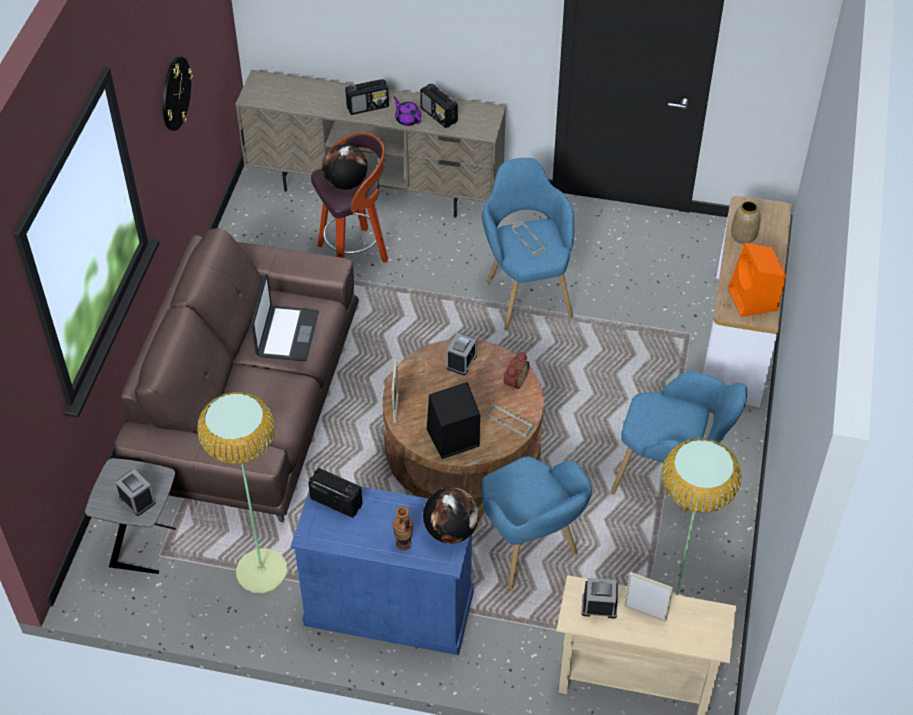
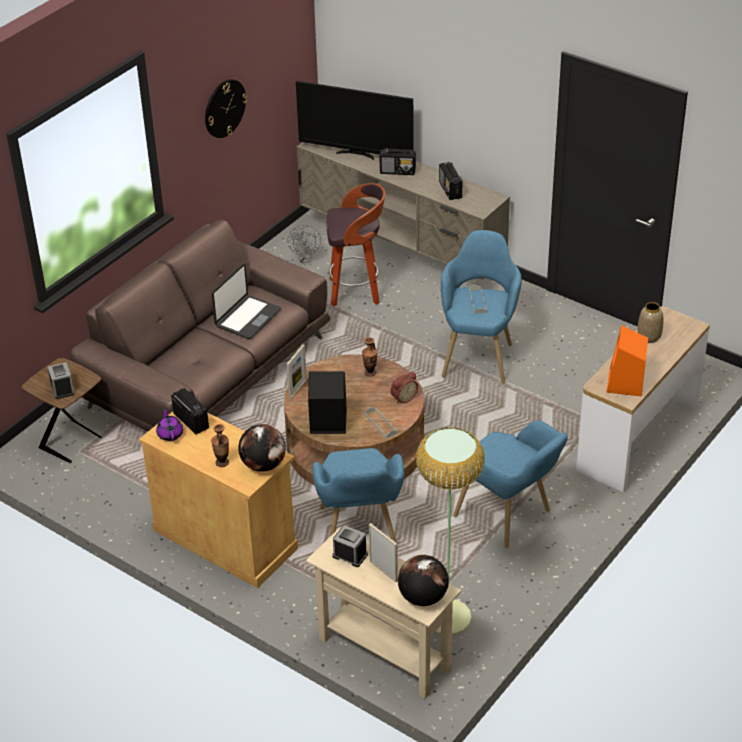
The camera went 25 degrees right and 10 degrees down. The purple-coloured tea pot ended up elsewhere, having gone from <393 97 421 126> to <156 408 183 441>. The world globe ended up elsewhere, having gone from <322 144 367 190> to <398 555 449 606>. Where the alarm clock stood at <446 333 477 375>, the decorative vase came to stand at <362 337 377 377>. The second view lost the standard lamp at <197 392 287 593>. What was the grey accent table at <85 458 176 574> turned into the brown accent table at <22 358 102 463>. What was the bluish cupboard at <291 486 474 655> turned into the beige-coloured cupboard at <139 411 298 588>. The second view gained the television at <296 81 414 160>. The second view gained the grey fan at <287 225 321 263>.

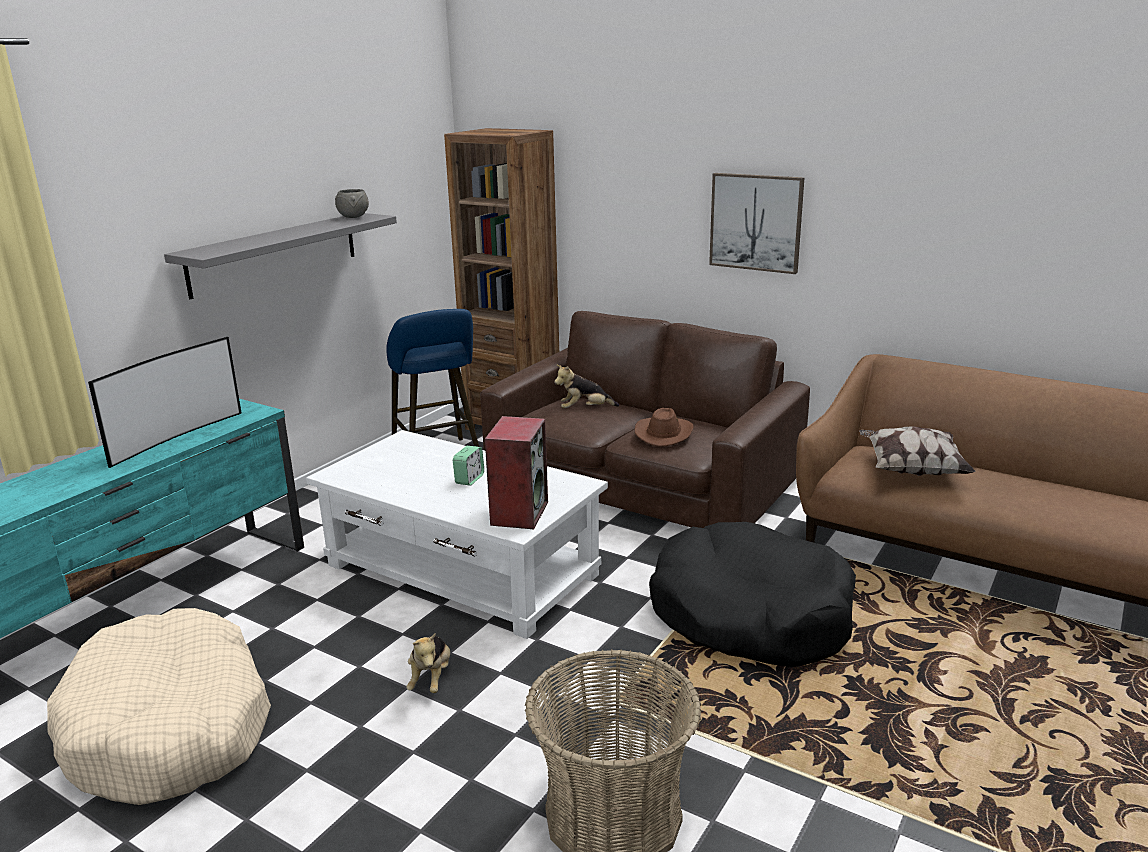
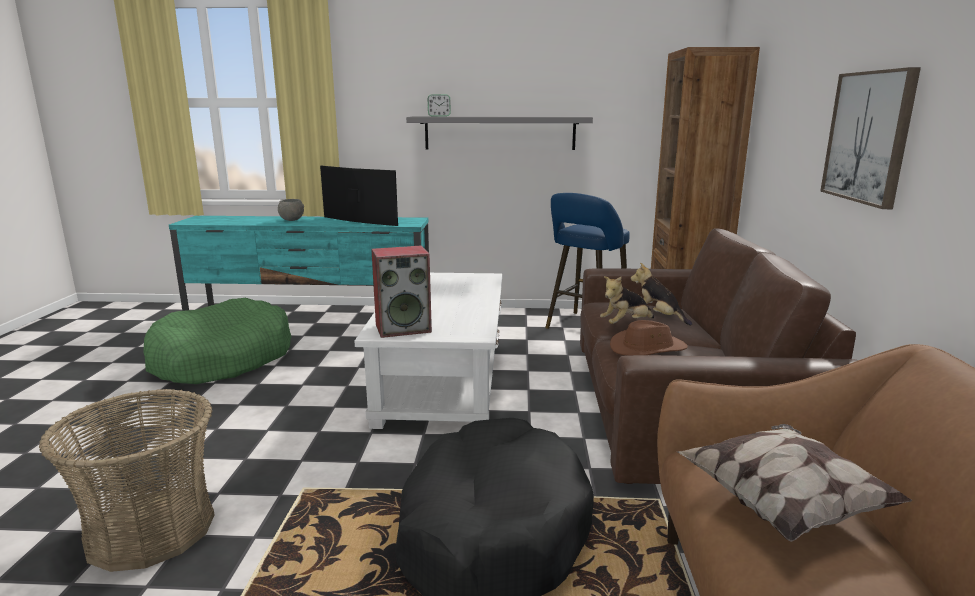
The camera went 60 degrees right and 5 degrees down. The grey deep dish ended up elsewhere, having gone from <335 189 369 218> to <278 199 304 221>. The television at <88 337 241 468> ended up facing another way, 150 degrees counterclockwise from before. The alarm clock ended up elsewhere, having gone from <453 446 484 485> to <428 94 451 116>. What was the beige-coloured dog bed at <47 608 271 805> turned into the green dog bed at <143 298 291 384>. The plush toy ended up elsewhere, having gone from <406 633 450 693> to <600 276 654 324>.

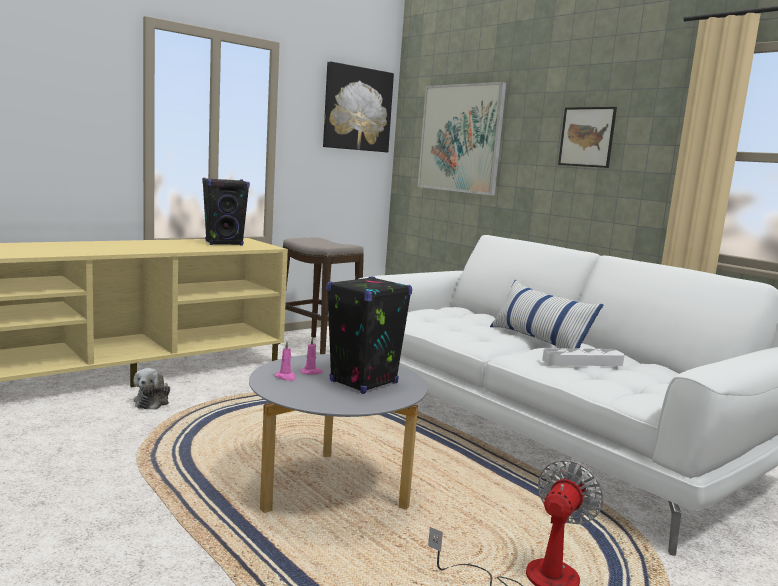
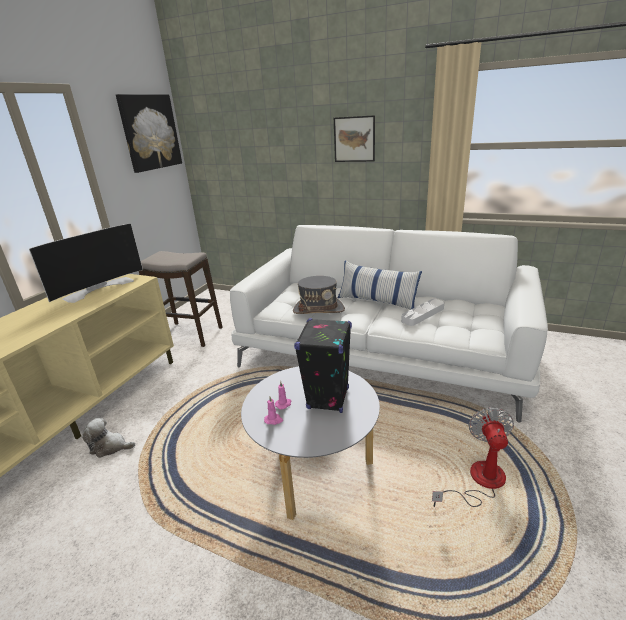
The camera went 25 degrees left and 15 degrees up. The second view lost the picture at <418 82 507 196>. Where the blackish speaker stood at <202 178 250 246>, the television came to stand at <29 223 143 303>. The plush toy at <134 368 170 410> ended up facing another way, 120 degrees clockwise from before. The second view gained the grey wearable hat at <293 276 345 314>.

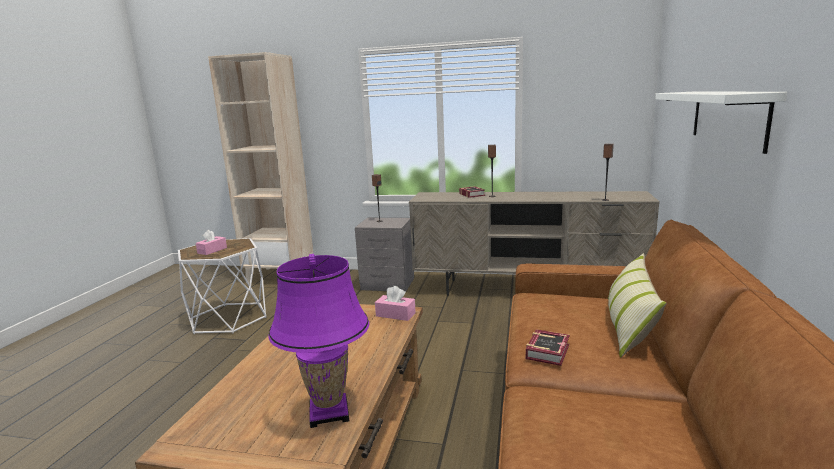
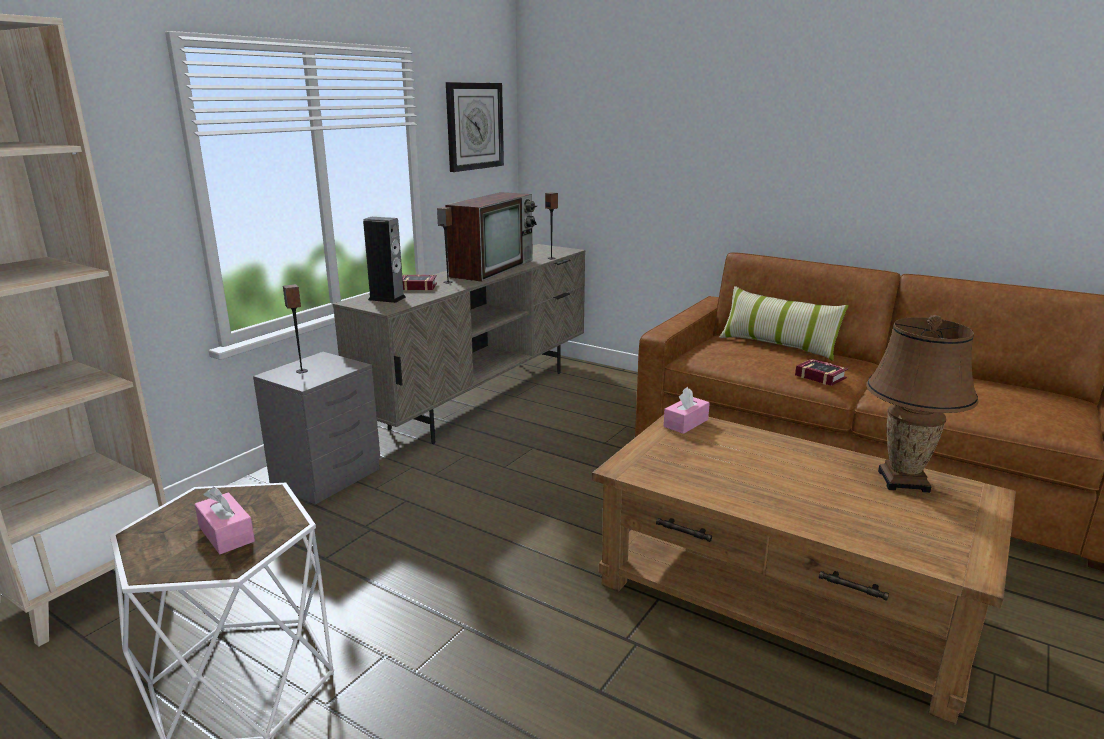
The camera went 70 degrees left and 5 degrees up. The second view lost the whitish bracket shelf at <655 92 787 154>. What was the purple-coloured tabletop lamp at <268 254 369 428> turned into the brown tabletop lamp at <866 315 978 493>. The second view gained the wall clock at <446 82 504 172>. The second view gained the television at <445 192 537 282>. The second view gained the speaker at <363 217 406 303>.

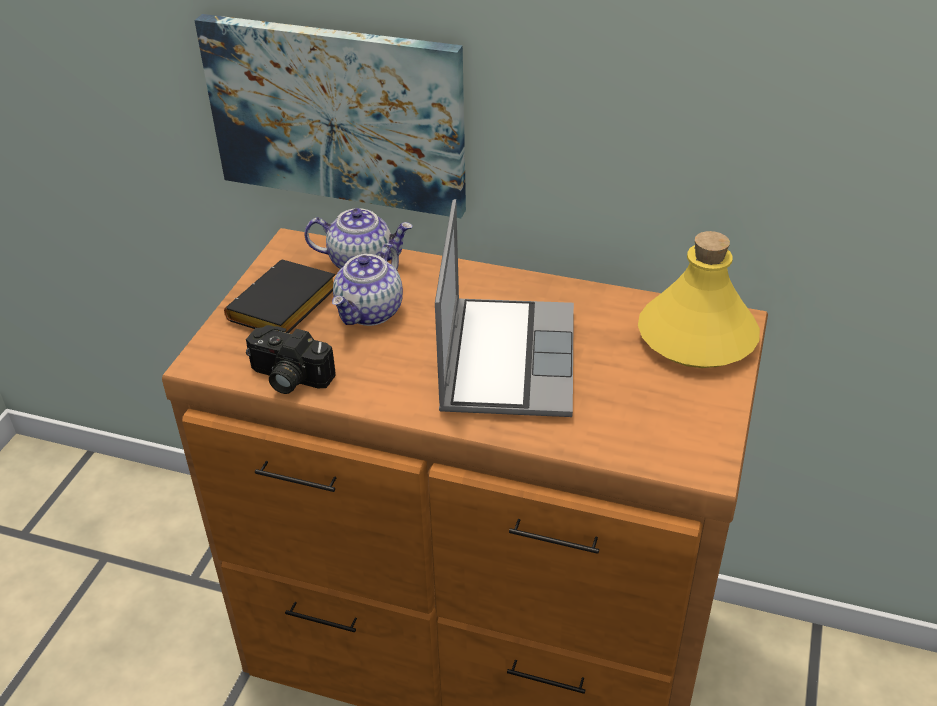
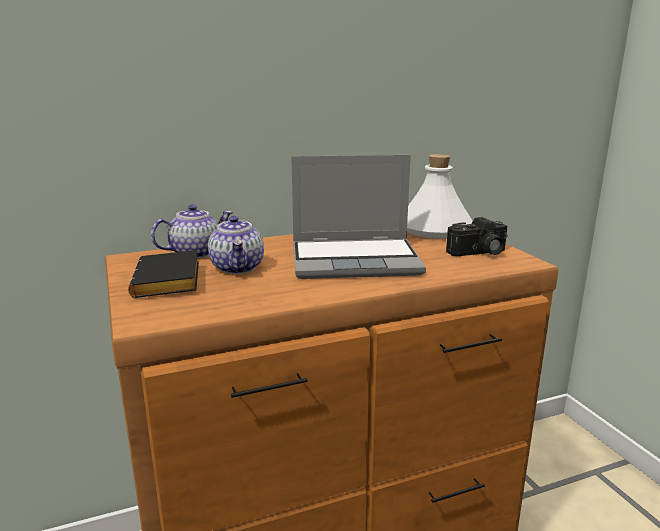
The camera went 40 degrees left and 20 degrees down. The second view lost the picture at <194 14 466 218>. The portable computer at <435 199 574 417> ended up facing another way, 120 degrees clockwise from before. What was the yellow bottle at <638 231 760 368> turned into the whitish bottle at <407 154 473 239>. The photo camera ended up elsewhere, having gone from <246 325 336 394> to <446 217 507 256>.

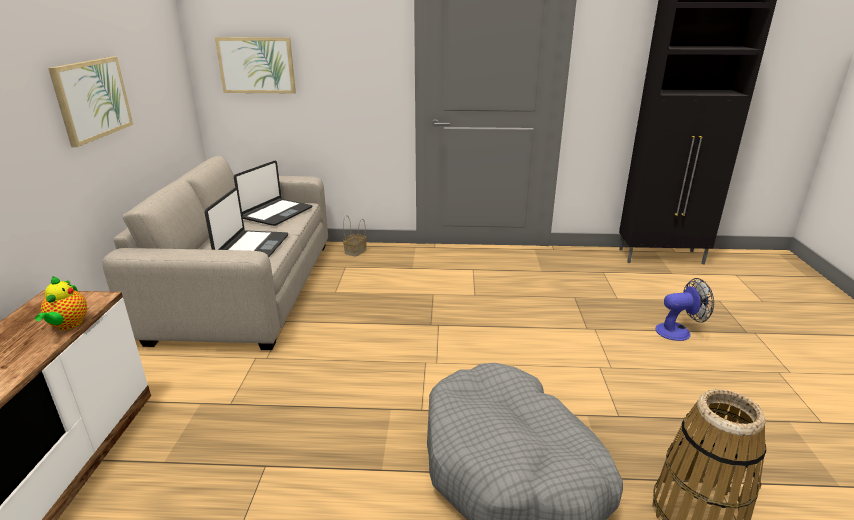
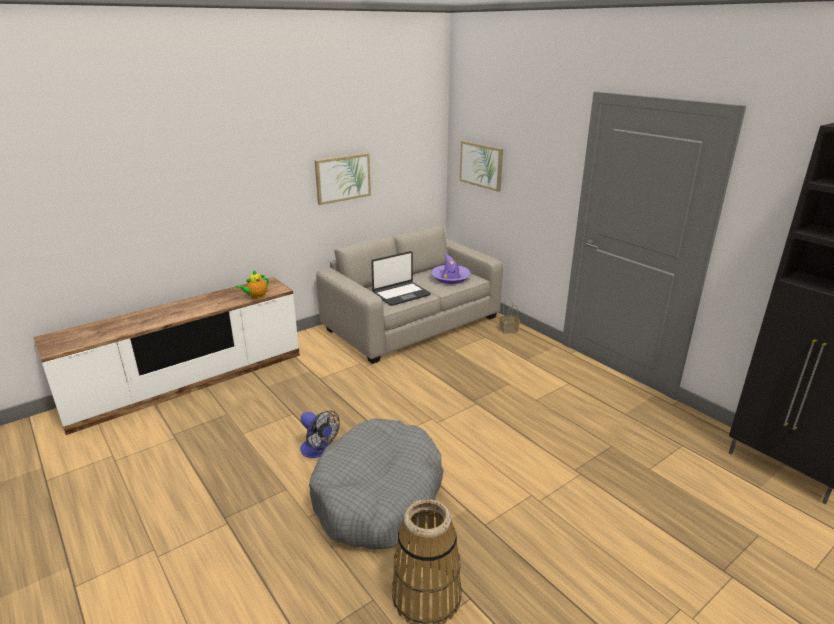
The camera went 50 degrees right and 0 degrees up. Where the portable computer stood at <234 161 312 226>, the purple-coloured wearable hat came to stand at <431 253 471 284>. The fan ended up elsewhere, having gone from <655 278 714 341> to <300 410 340 458>.

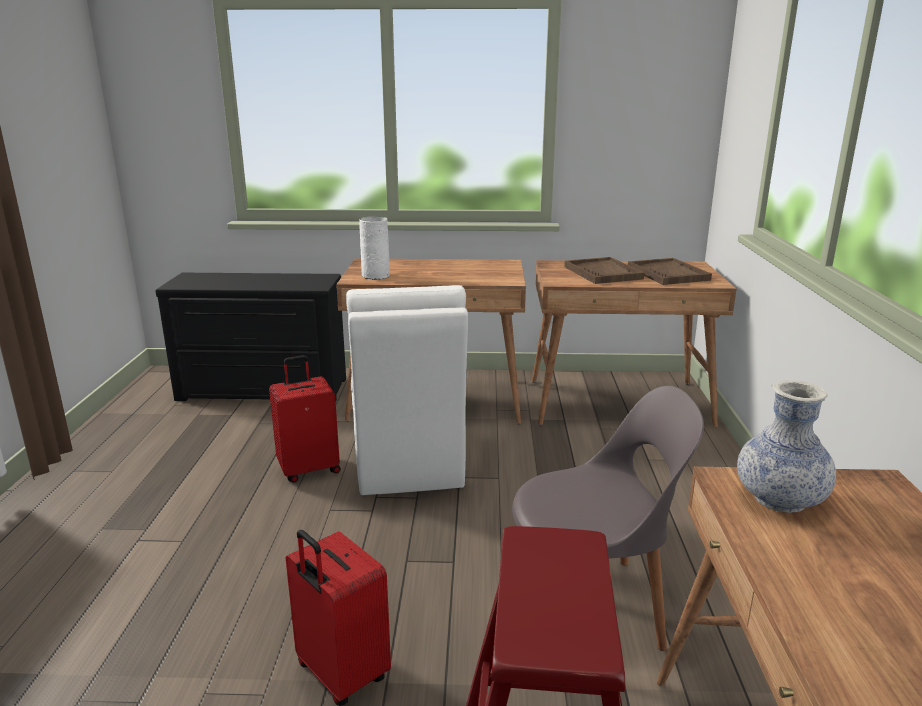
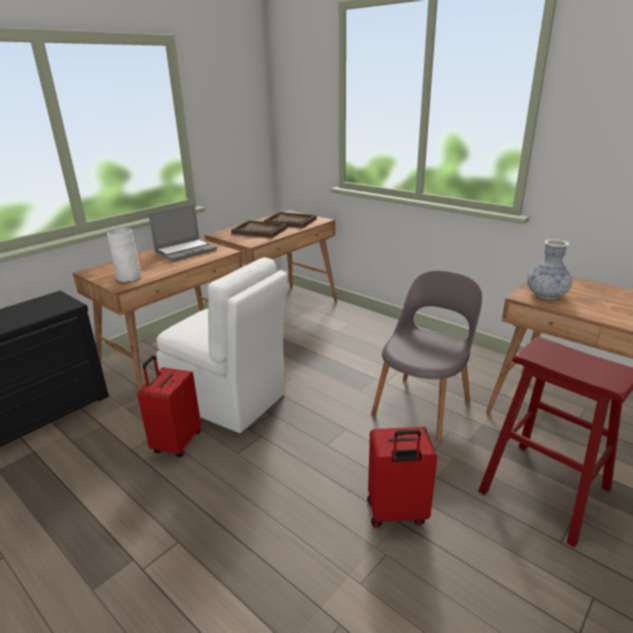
The camera went 50 degrees left and 5 degrees up. The second view gained the portable computer at <148 204 217 261>.

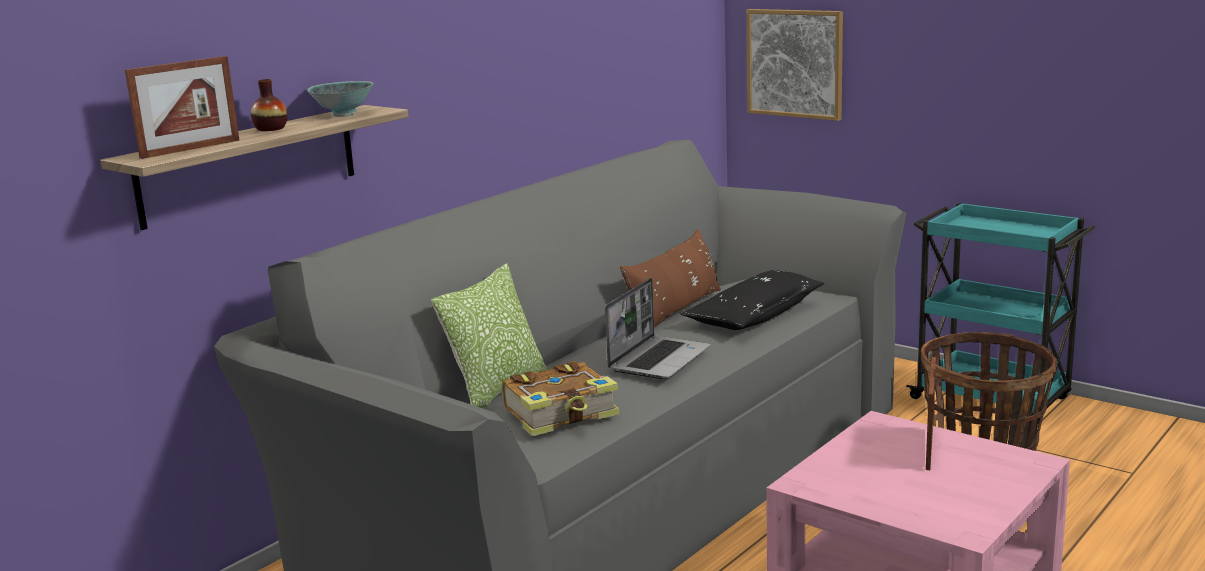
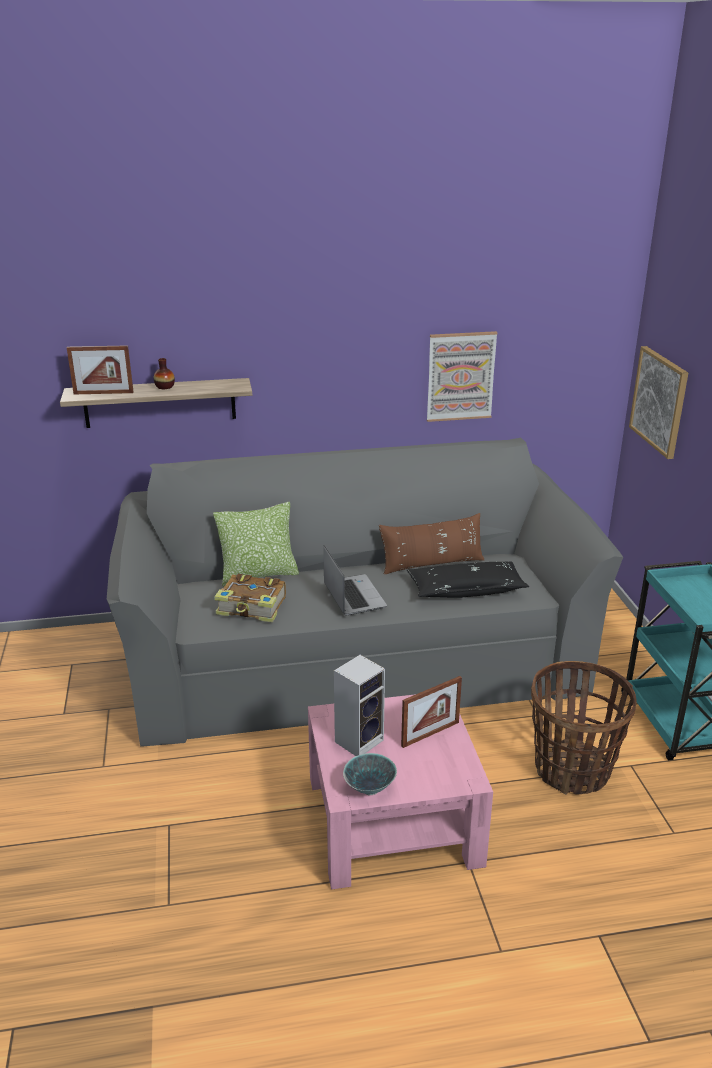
The camera went 40 degrees right and 10 degrees up. The deep dish ended up elsewhere, having gone from <307 81 373 117> to <343 753 397 796>. The portable computer at <605 278 711 379> ended up facing another way, 90 degrees counterclockwise from before. The second view gained the picture at <427 331 498 422>. The second view gained the speaker at <334 655 385 756>.

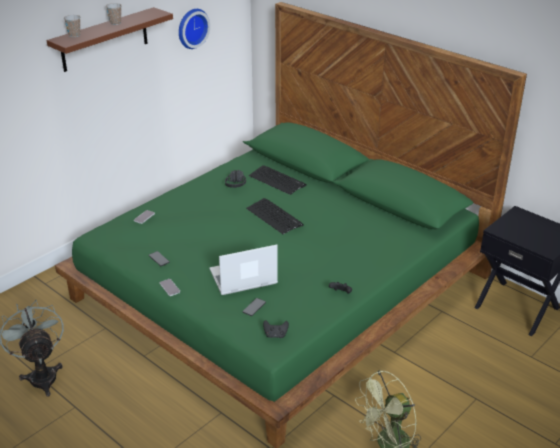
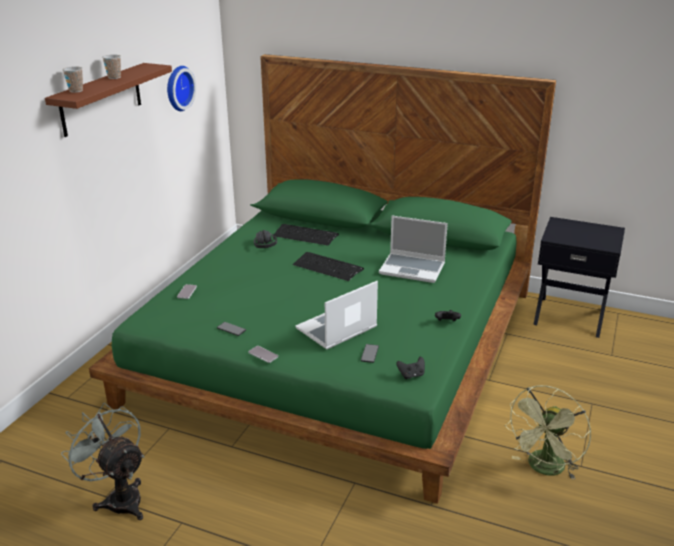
The camera went 20 degrees left and 5 degrees down. The second view gained the portable computer at <379 216 448 283>.

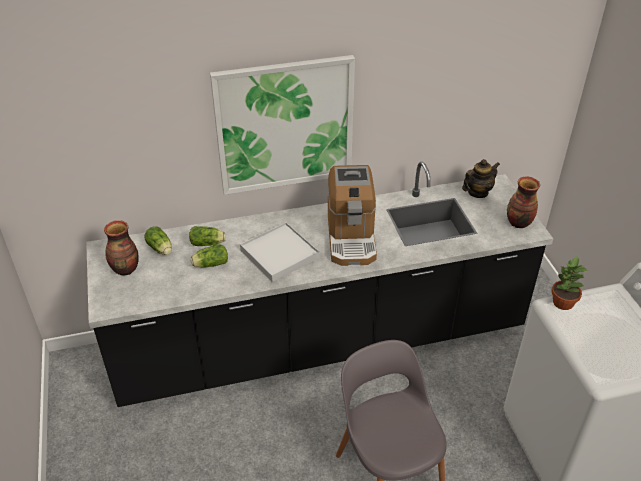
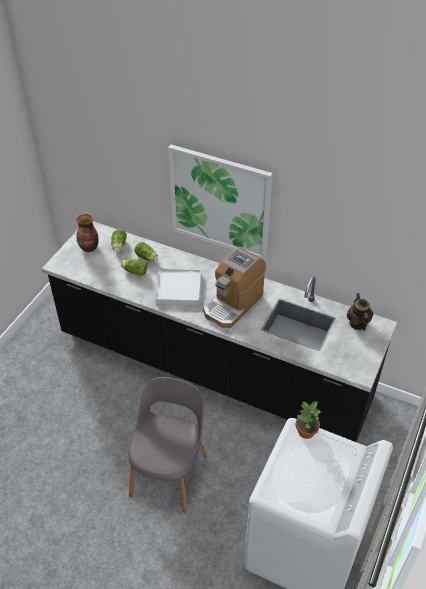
The camera went 40 degrees right and 5 degrees up. The tea pot at <462 159 500 198> ended up facing another way, 105 degrees counterclockwise from before. The second view lost the decorative vase at <507 176 540 228>.

